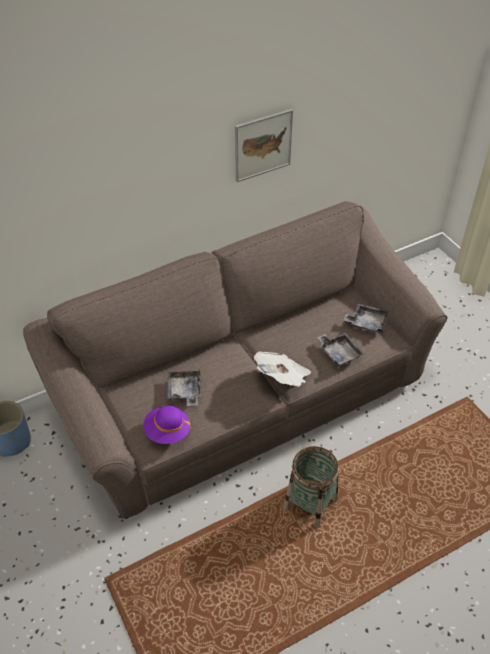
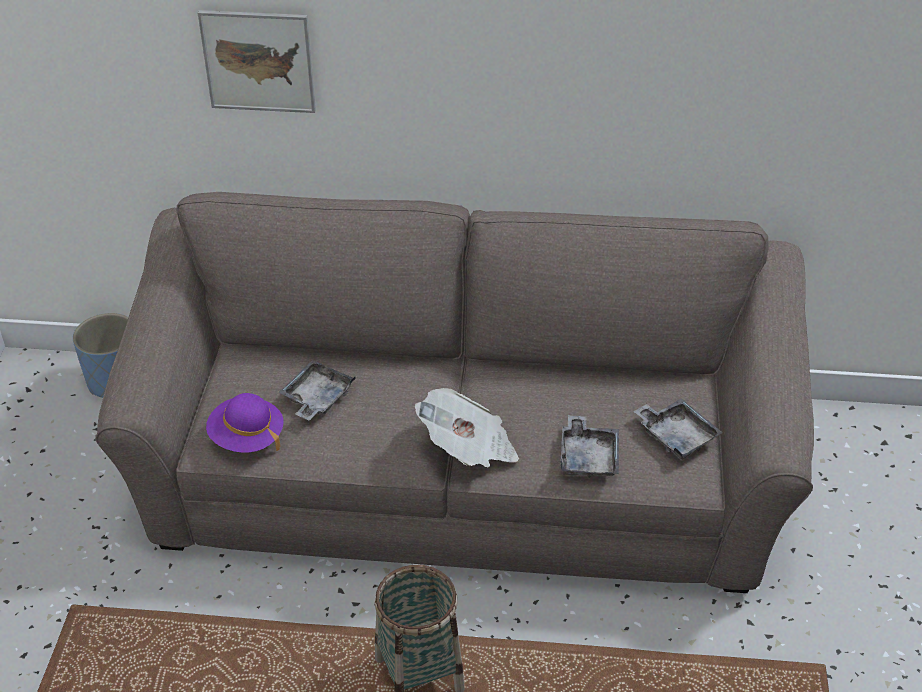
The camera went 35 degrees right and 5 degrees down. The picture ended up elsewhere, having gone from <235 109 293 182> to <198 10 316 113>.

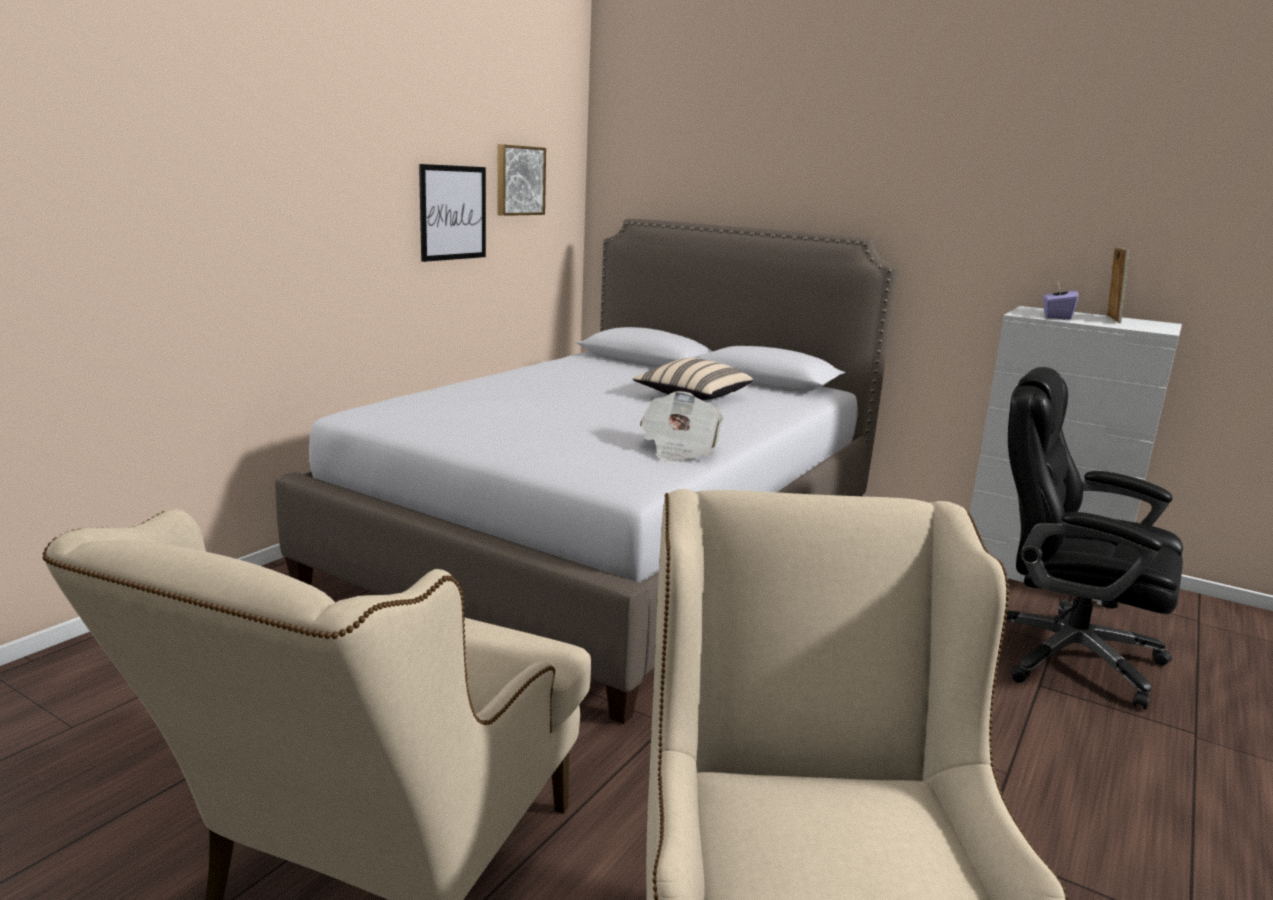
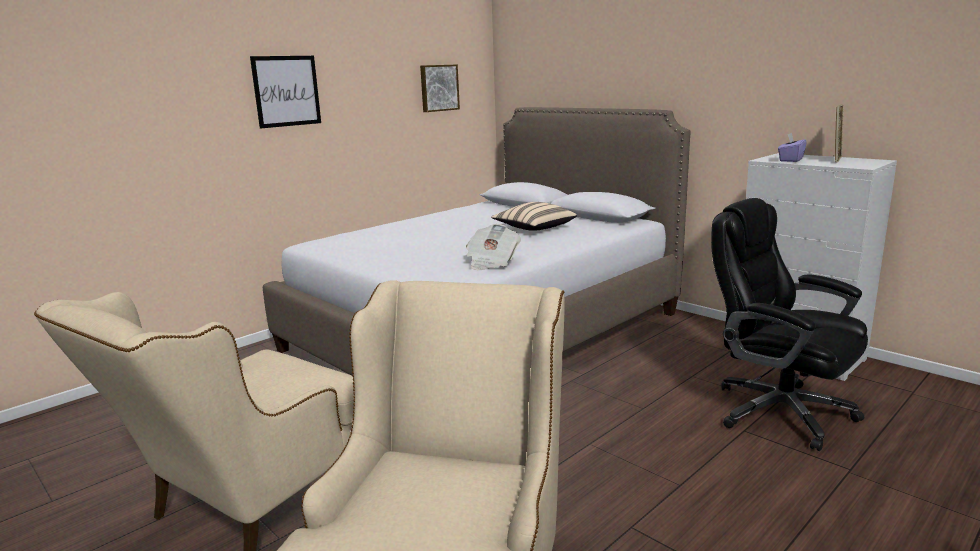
The camera went 15 degrees right and 0 degrees up. The picture ended up elsewhere, having gone from <419 164 486 262> to <250 56 321 128>.

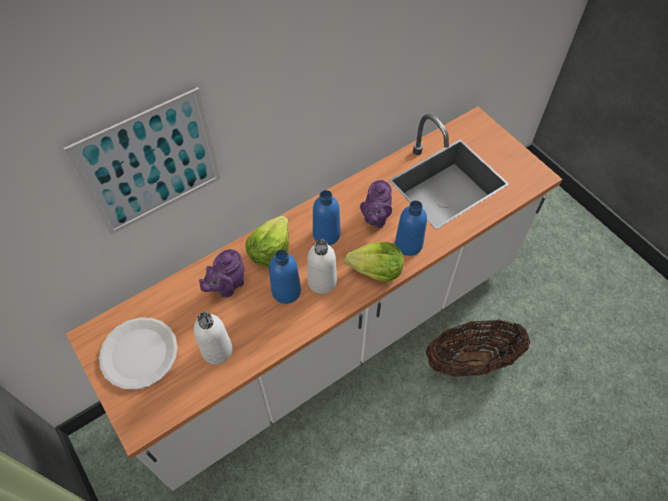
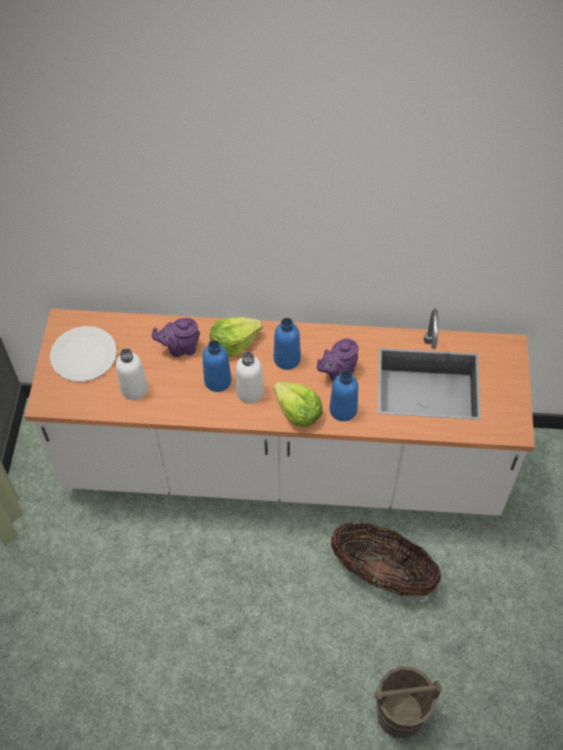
The camera went 40 degrees right and 0 degrees up. The second view lost the picture at <63 87 221 235>. The second view gained the brown bucket at <375 666 442 739>.

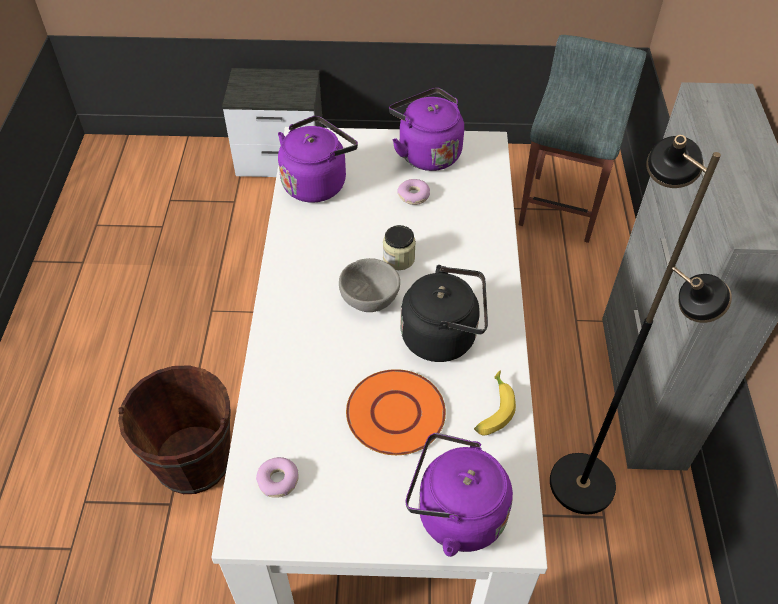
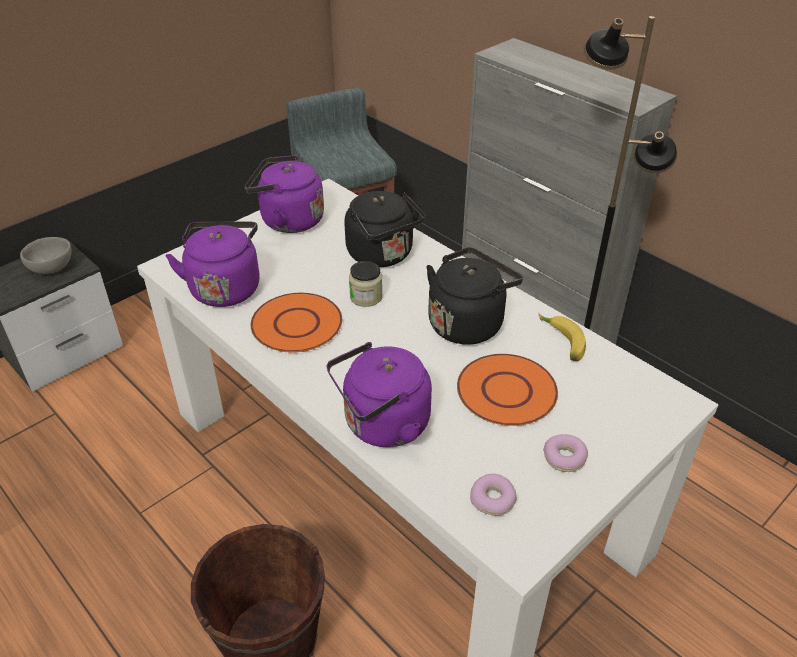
The camera went 45 degrees left and 10 degrees down. The ring doughnut ended up elsewhere, having gone from <398 179 430 205> to <543 434 588 472>. The grey deep dish ended up elsewhere, having gone from <339 258 400 312> to <20 237 71 274>. The purple-coloured tea kettle ended up elsewhere, having gone from <406 433 513 557> to <327 342 432 447>. The second view gained the blackish tea kettle at <344 191 426 267>. The second view gained the orange-coloured dinner plate at <250 293 342 353>.

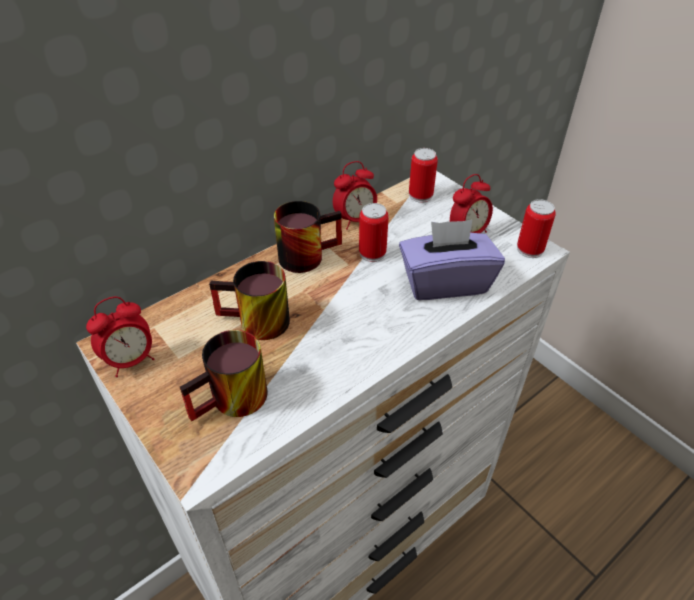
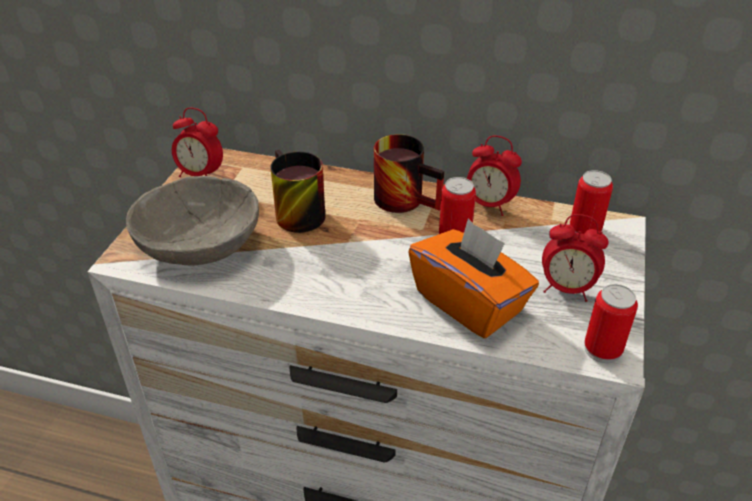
The camera went 55 degrees right and 5 degrees down. What was the purple-coloured tissue box at <399 220 505 300> turned into the orange-coloured tissue box at <408 218 539 338>. Where the coffee mug stood at <180 330 268 421>, the grey deep dish came to stand at <126 176 259 265>.

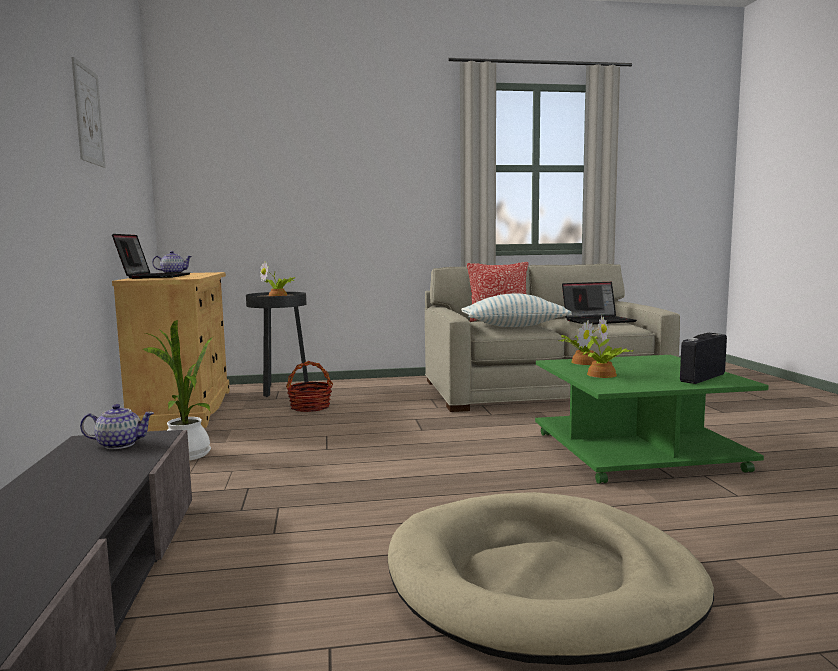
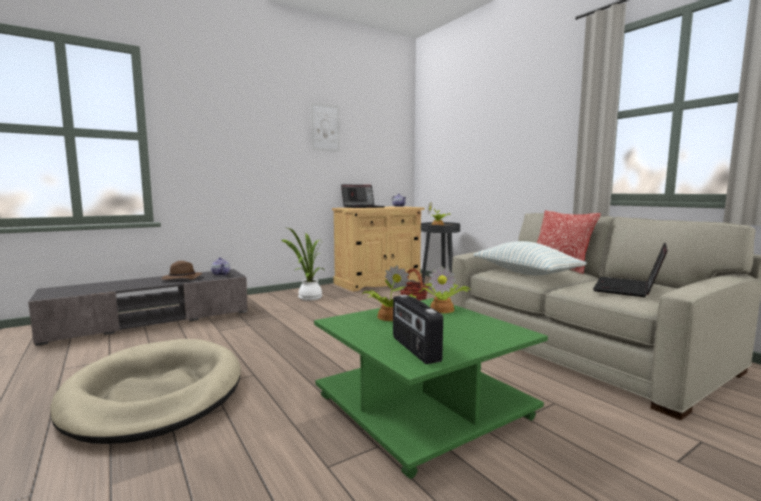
The camera went 65 degrees right and 0 degrees up. The portable computer at <562 282 637 324> ended up facing another way, 75 degrees clockwise from before. The radio at <680 333 727 384> ended up facing another way, 135 degrees counterclockwise from before. The second view gained the brown wearable hat at <161 261 202 280>.

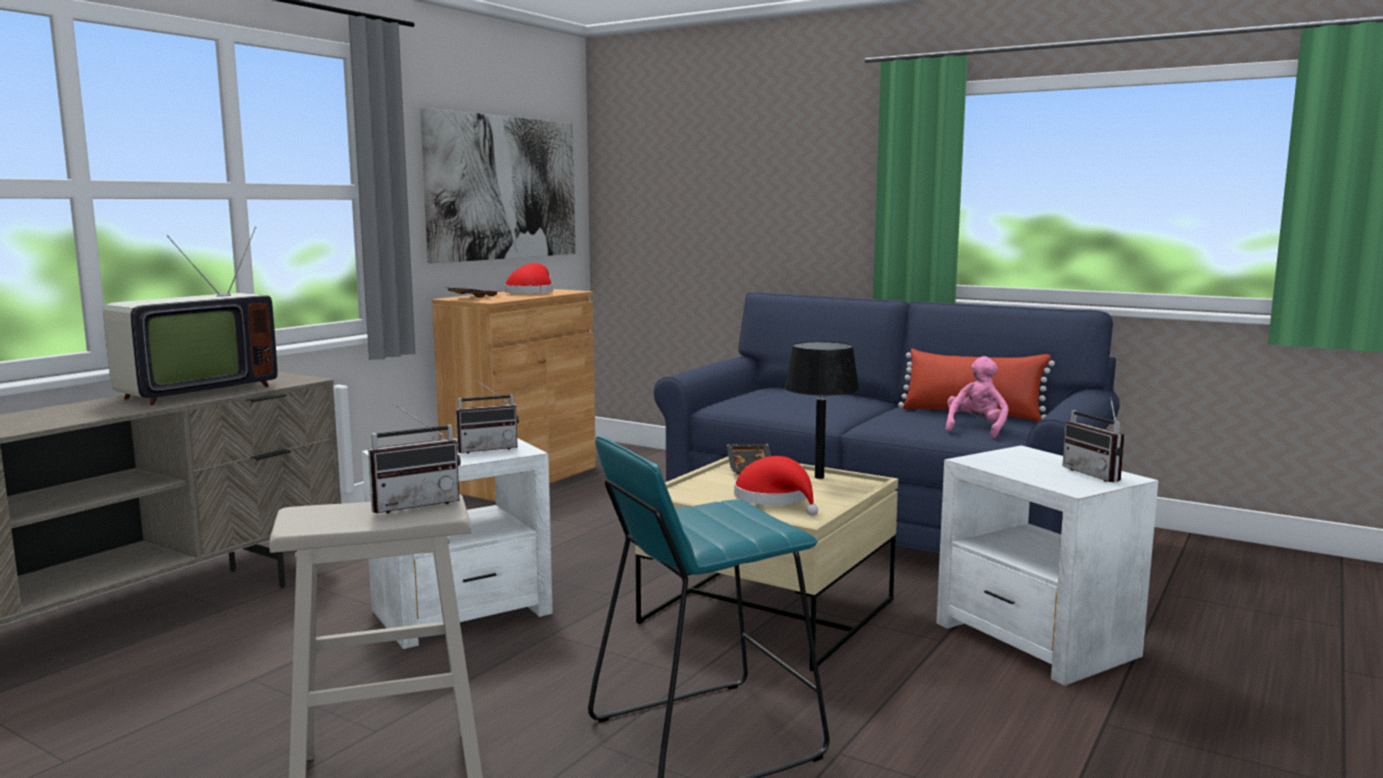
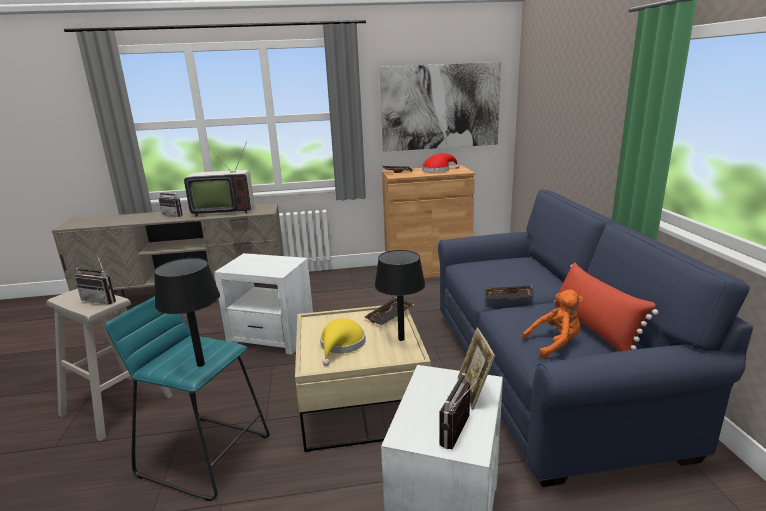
The camera went 50 degrees right and 10 degrees up. What was the pink-coloured plush toy at <946 356 1009 438> turned into the orange-coloured plush toy at <522 290 584 358>. The radio ended up elsewhere, having gone from <456 379 519 454> to <158 187 183 217>. What was the red-coloured wearable hat at <734 456 818 516> turned into the yellow wearable hat at <320 318 366 366>. The second view gained the blackish tabletop lamp at <154 258 220 367>. The second view gained the blackish carrying tray at <485 285 534 300>. The second view gained the standing frame at <457 328 495 410>.

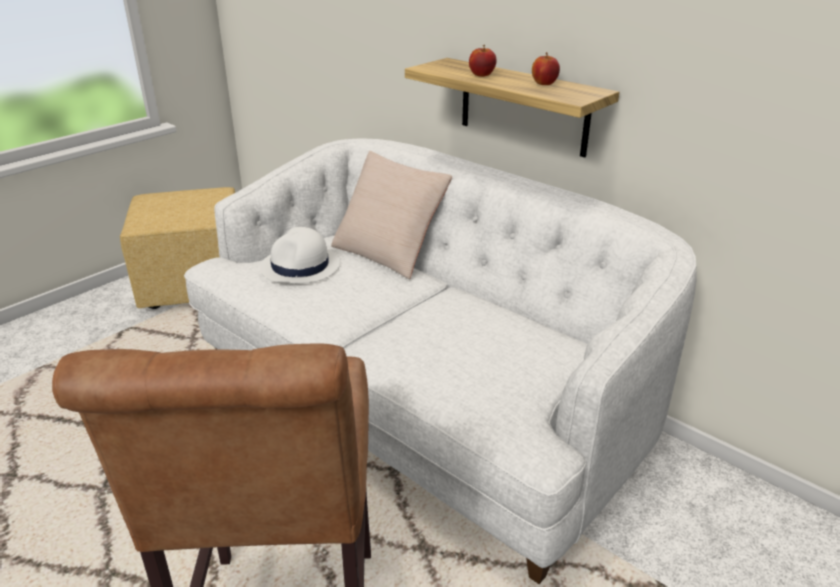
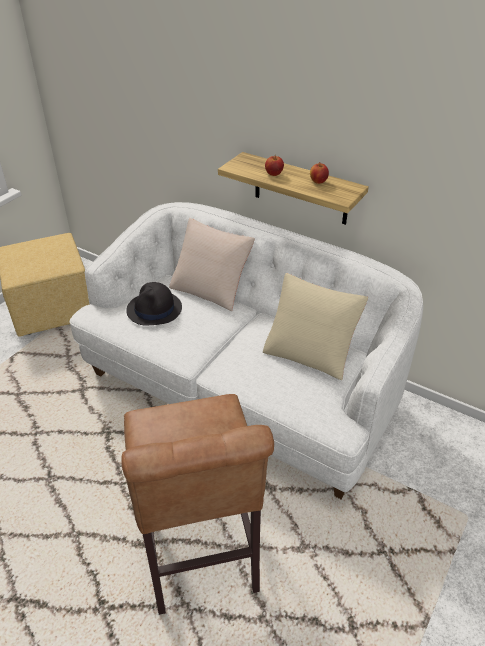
The camera went 10 degrees left and 10 degrees up. What was the whitish wearable hat at <260 227 340 283> turned into the blackish wearable hat at <126 282 182 325>. The second view gained the beige-coloured cushion at <263 273 368 380>.

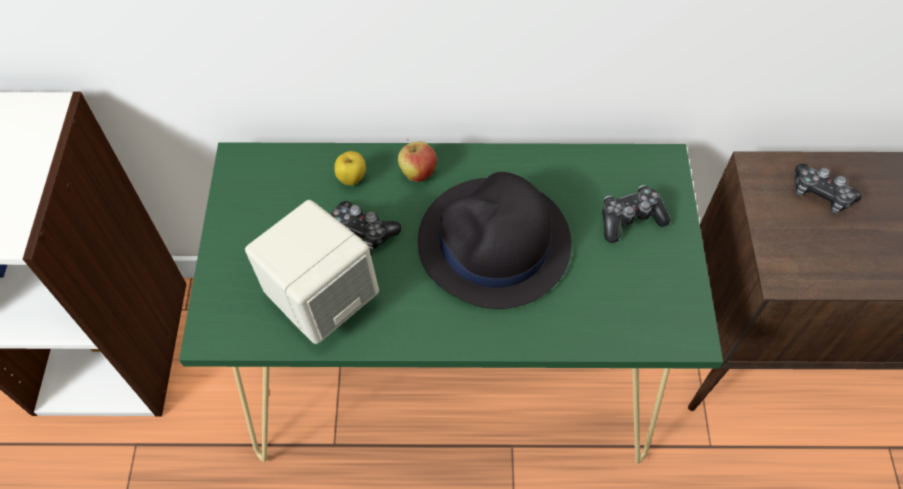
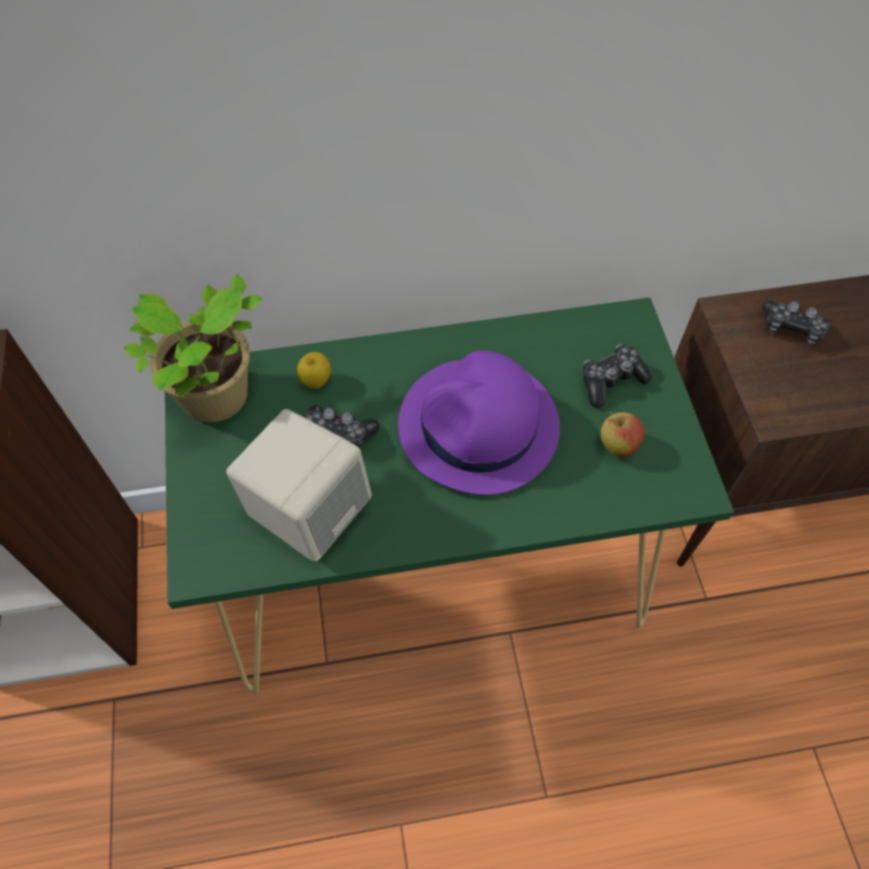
The camera went 10 degrees left and 0 degrees up. The apple ended up elsewhere, having gone from <398 139 437 182> to <600 412 645 457>. What was the blackish wearable hat at <418 172 572 309> turned into the purple-coloured wearable hat at <398 350 560 495>. The second view gained the houseplant at <123 274 263 422>.

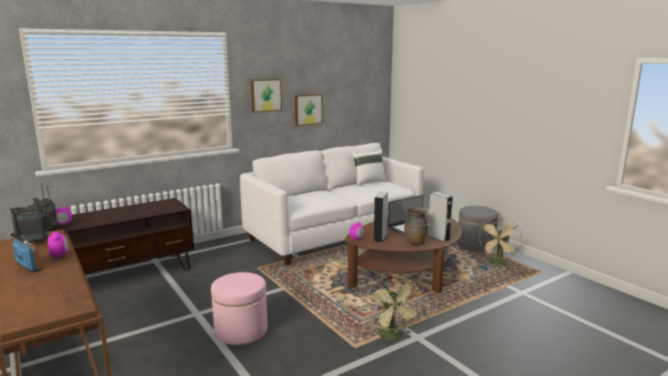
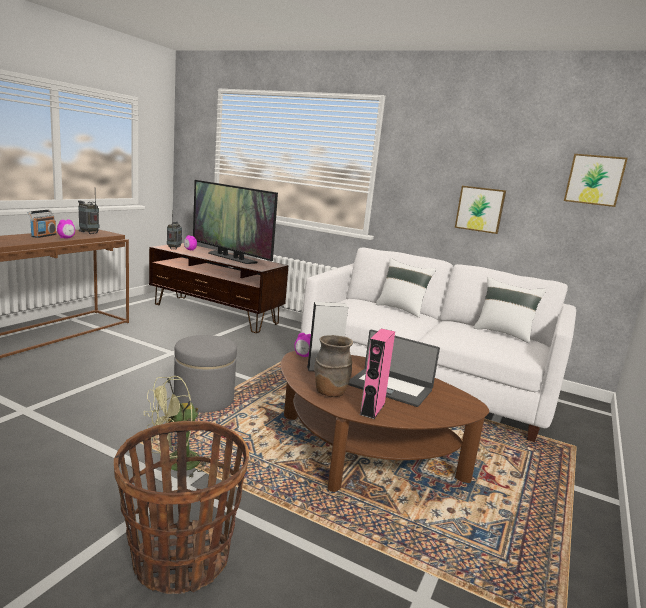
The camera went 60 degrees right and 0 degrees up. The picture ended up elsewhere, having gone from <251 79 282 112> to <564 154 628 207>. What was the grey speaker at <428 192 453 242> turned into the pink-coloured speaker at <360 328 395 419>. The grey footrest ended up elsewhere, having gone from <457 206 498 252> to <174 335 237 413>. The second view lost the beige-coloured fan at <477 217 522 267>. The second view lost the pink-coloured footrest at <211 272 267 345>. The second view gained the television at <193 180 278 264>. The second view gained the whitish cushion at <376 258 436 318>. The second view gained the household basket at <114 421 249 594>.

